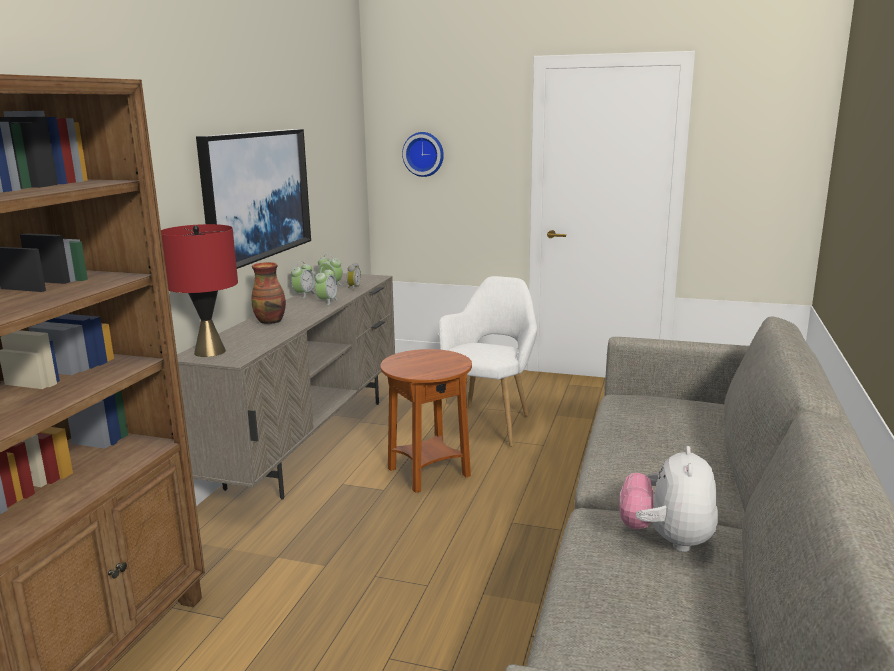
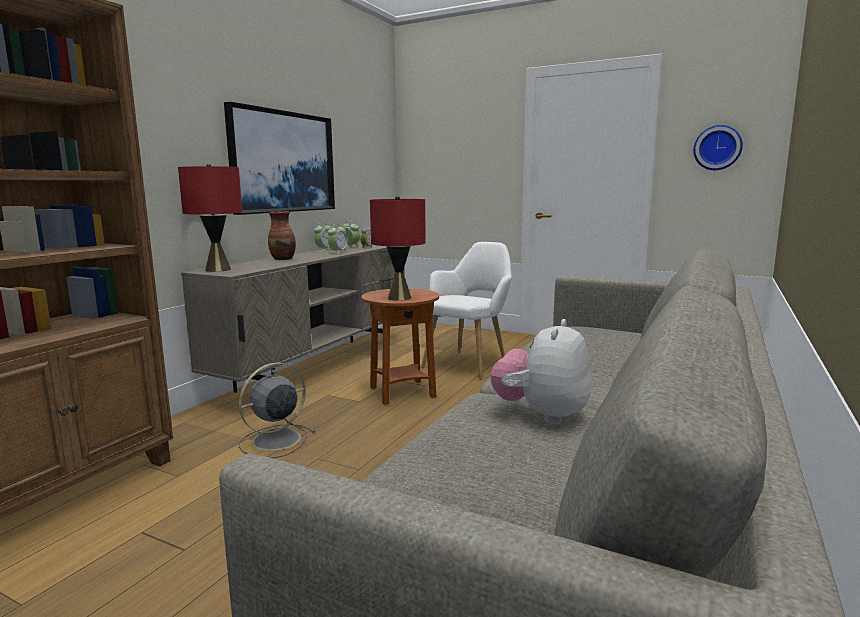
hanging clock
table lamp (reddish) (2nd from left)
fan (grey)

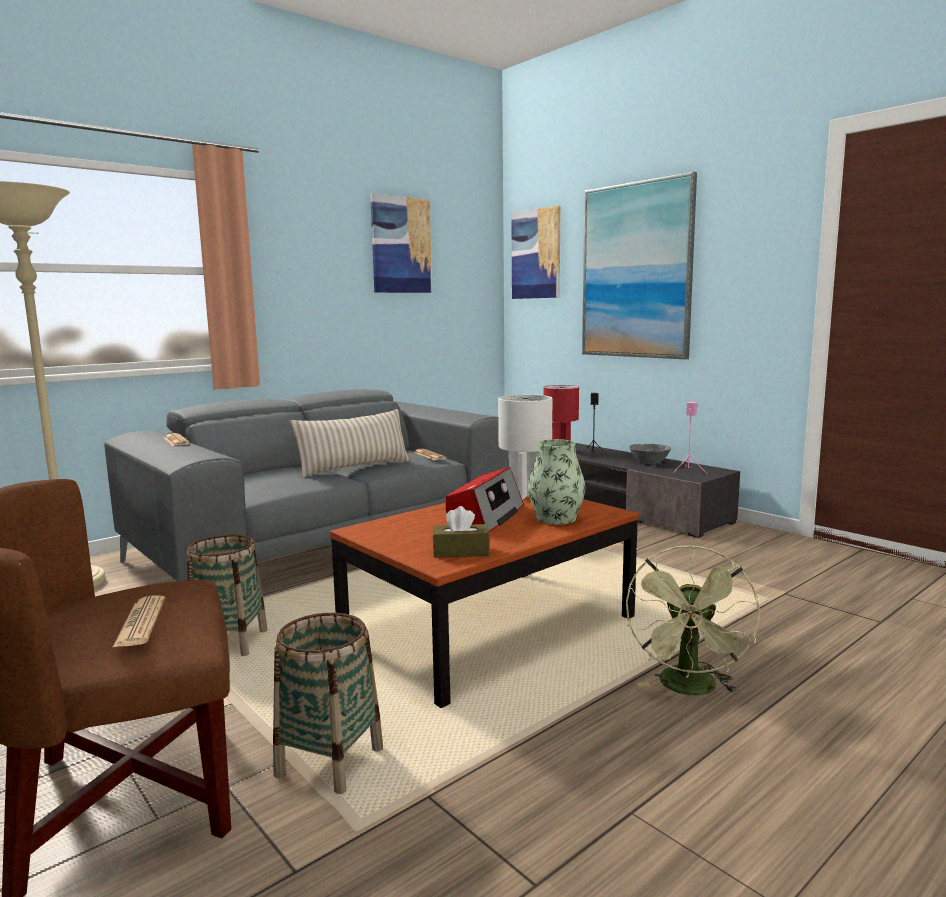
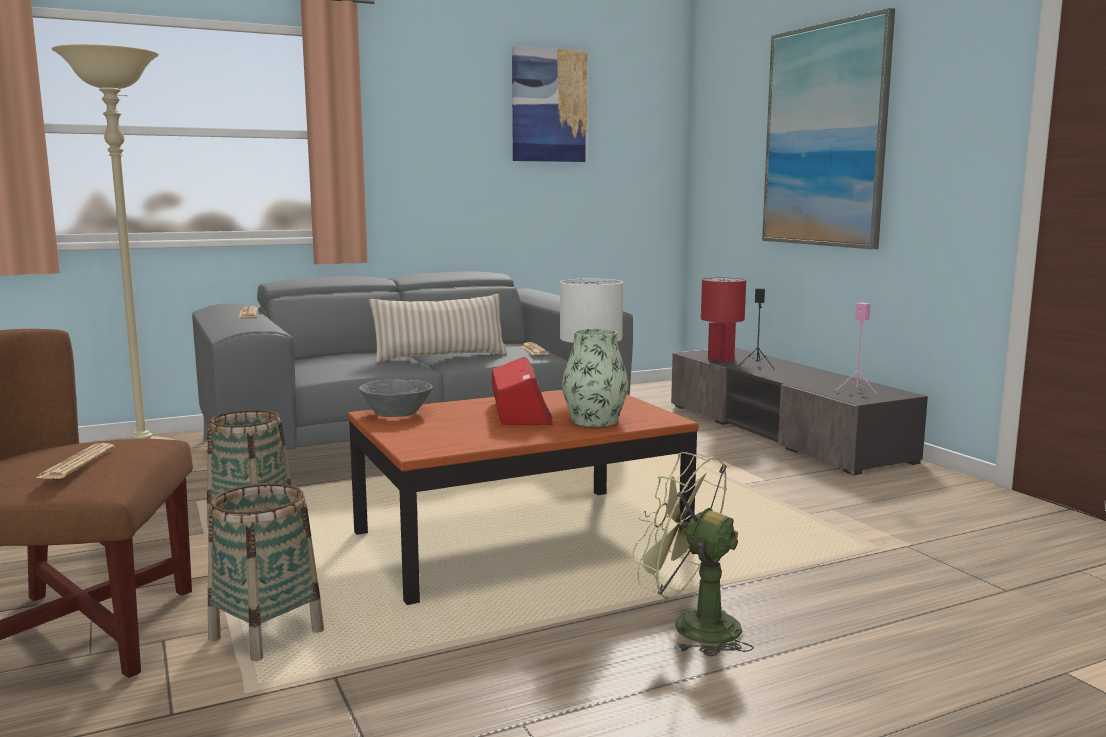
picture (2nd from left in the first image)
bowl (grey)
radio receiver
tissue box (brown-coloured)
fan (green-coloured)

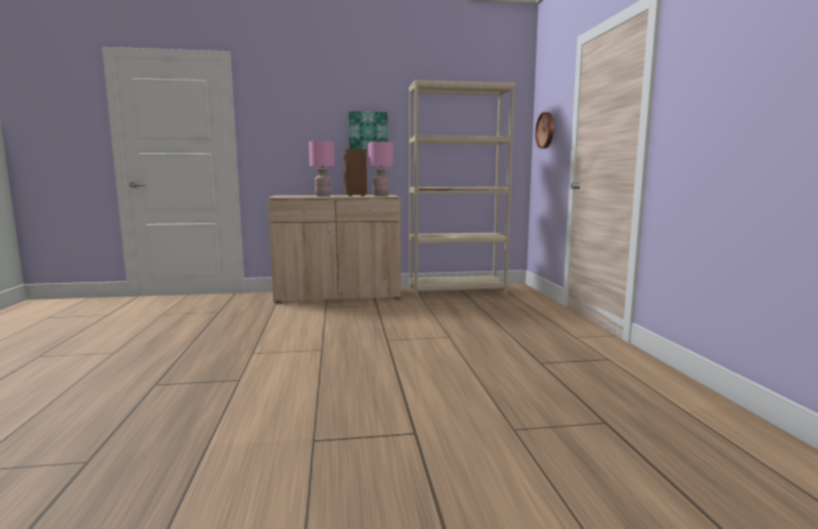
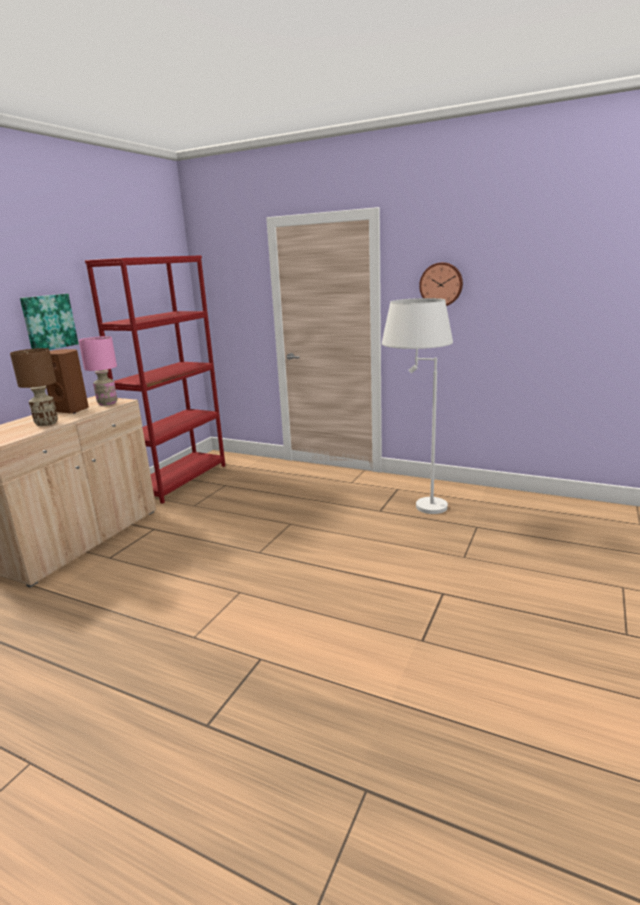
bookcase (reddish)
hanging clock
table lamp (brown-coloured)
standing lamp (white)

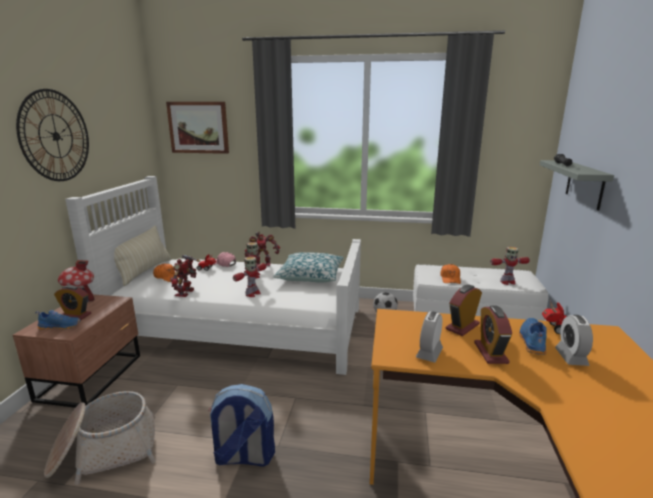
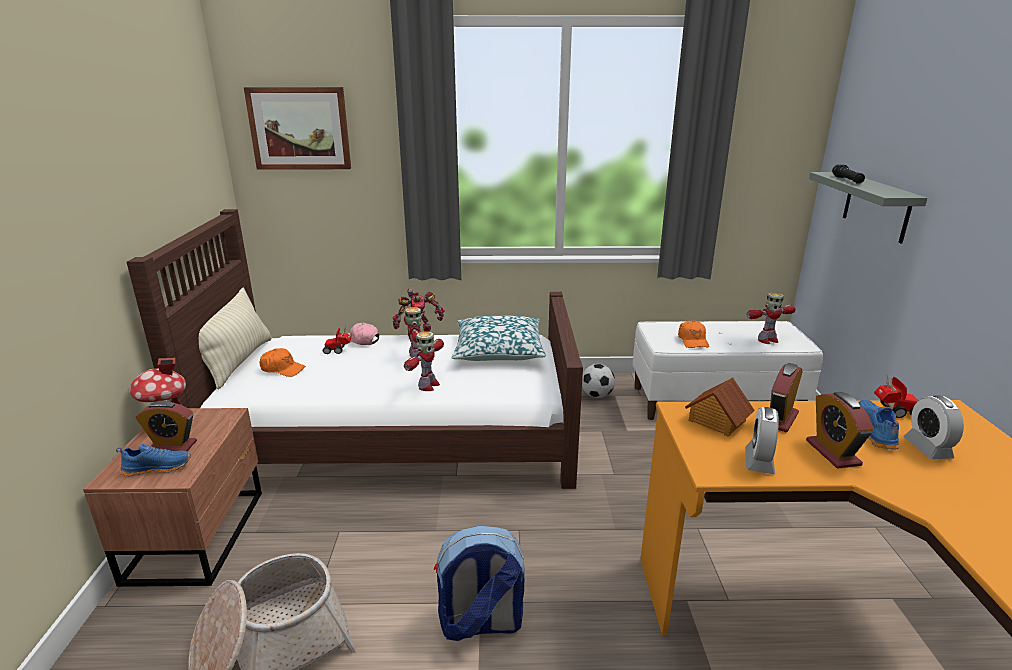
hanging clock
sleeping bed (brown-coloured)
model robot (1st from left in the first image)
model house (2nd from left)

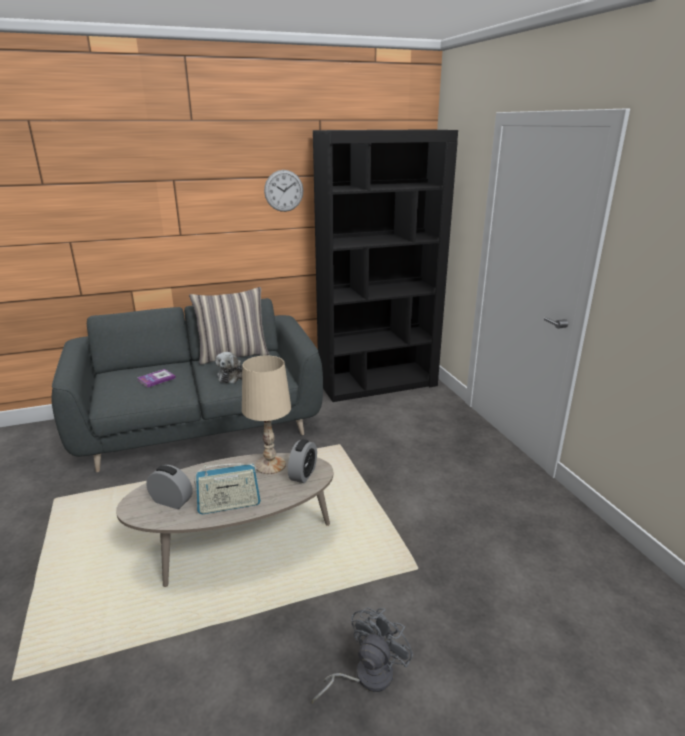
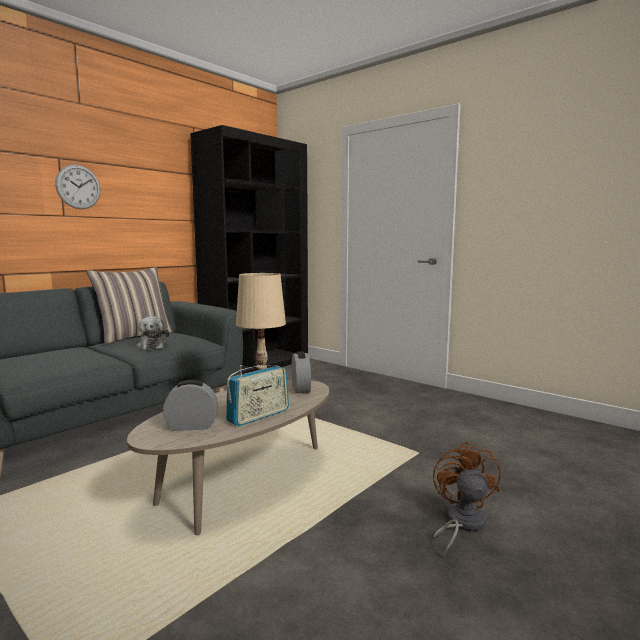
hanging clock
volume
fan (brown-coloured)

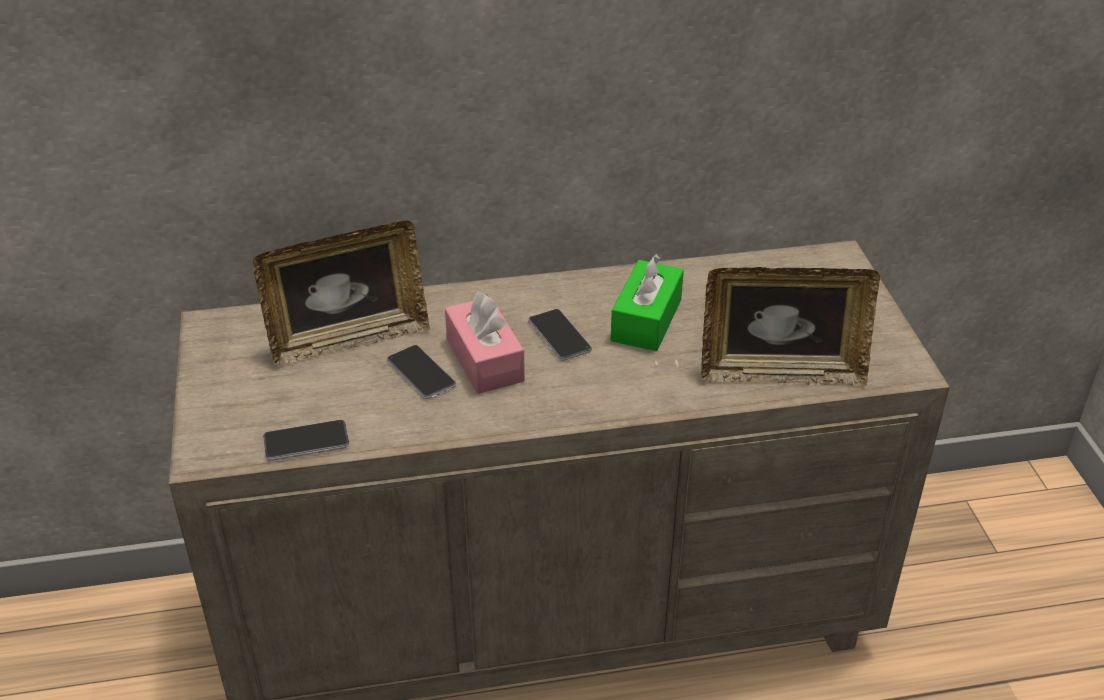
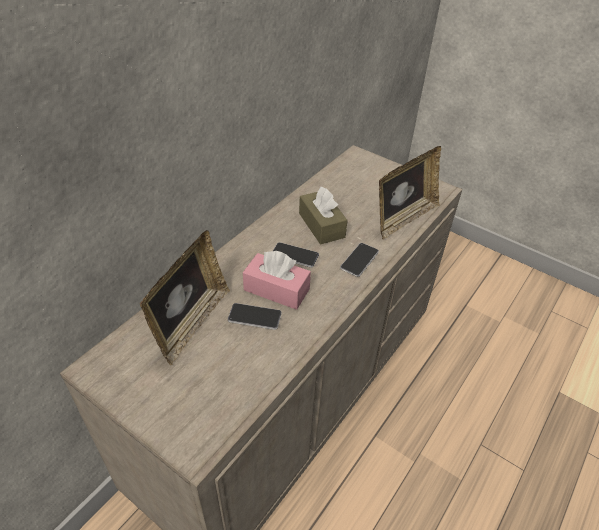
tissue box (brown-coloured)
handset (3rd from left)

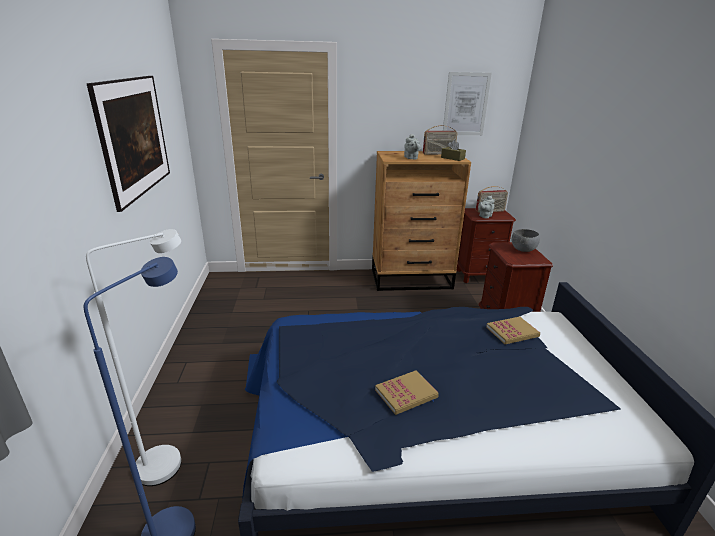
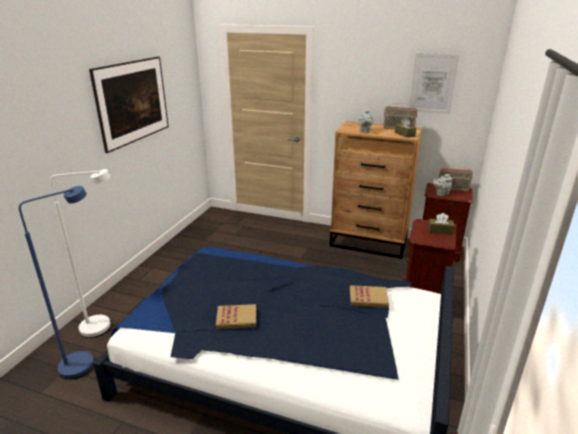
tissue box (brown-coloured) (2nd from left)

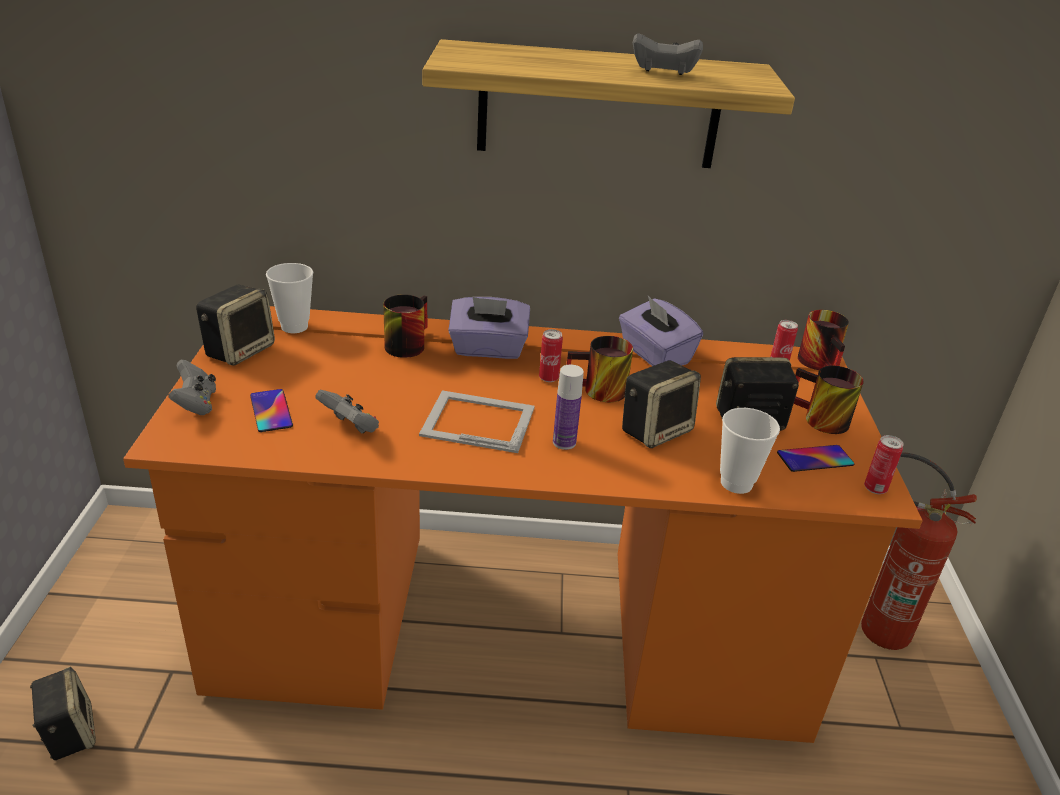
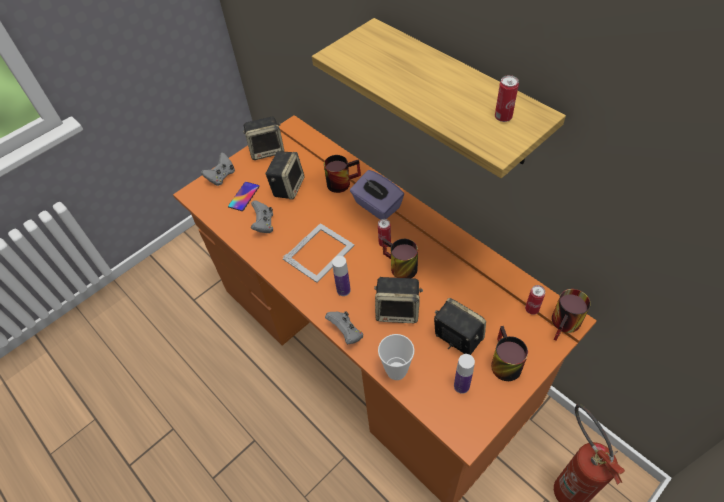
gamepad (grey) (3rd from left)
cup (1st from left in the first image)
tissue box (purple-coloured) (2nd from left in the first image)
standing frame
metal can (2nd from left)
bottle (2nd from left)
loudspeaker (2nd from left)

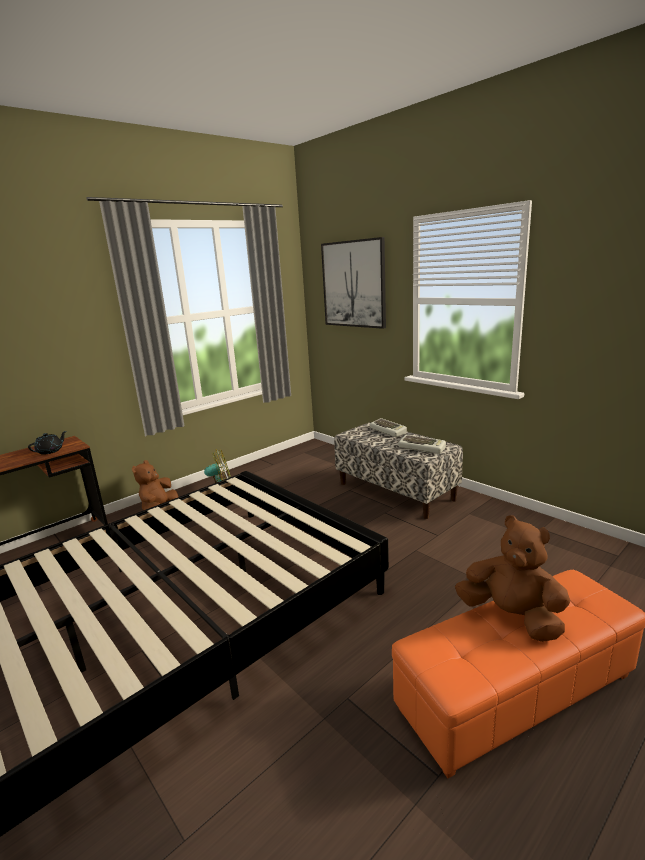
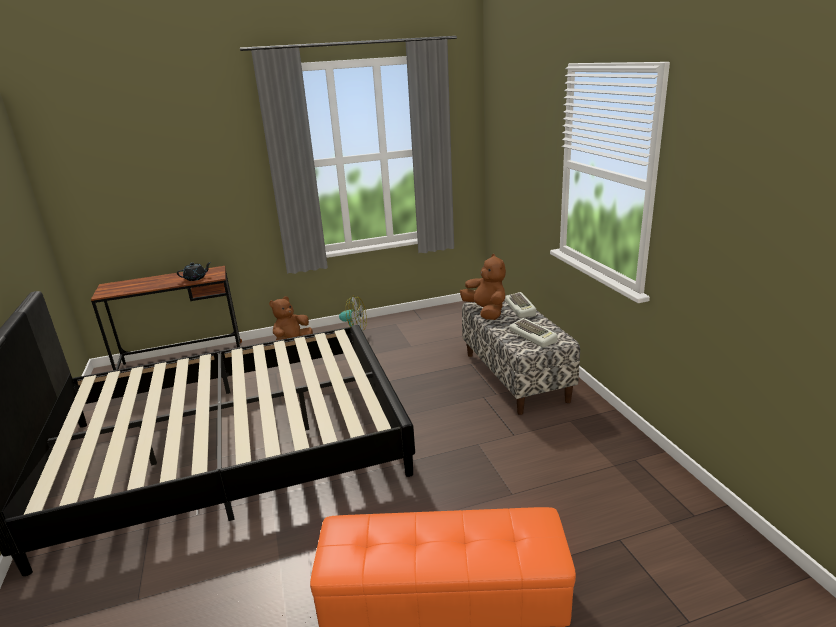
picture
cuddly toy (brown-coloured) (2nd from left)

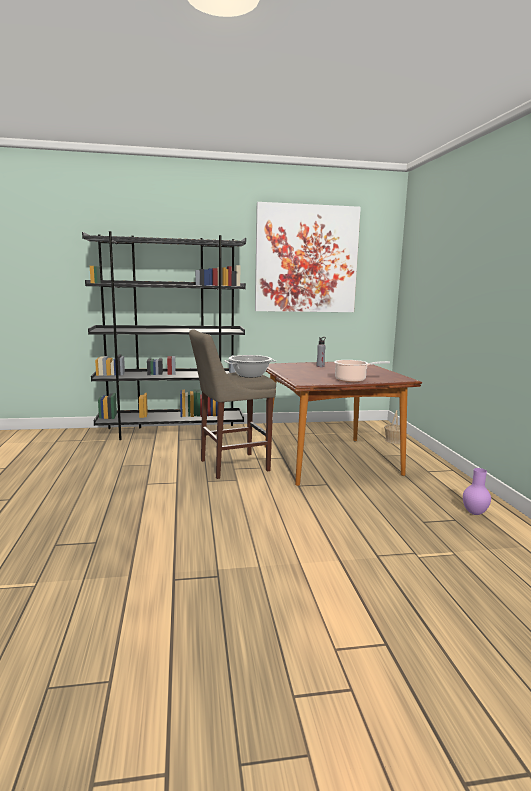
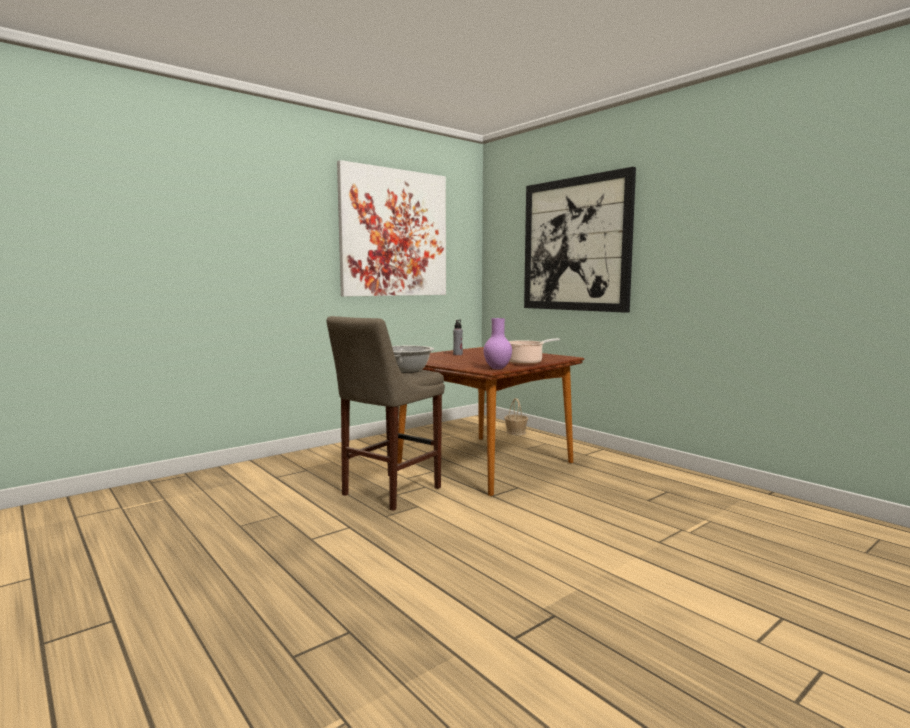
bookcase (blackish)
flower vase (purple-coloured)
picture (2nd from left)

